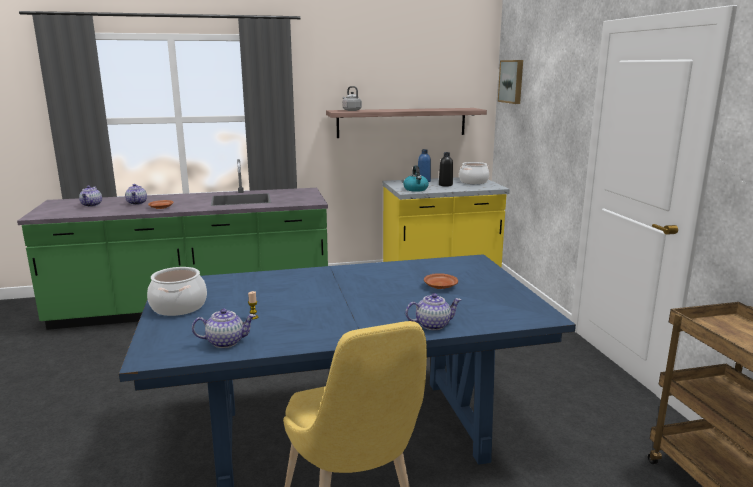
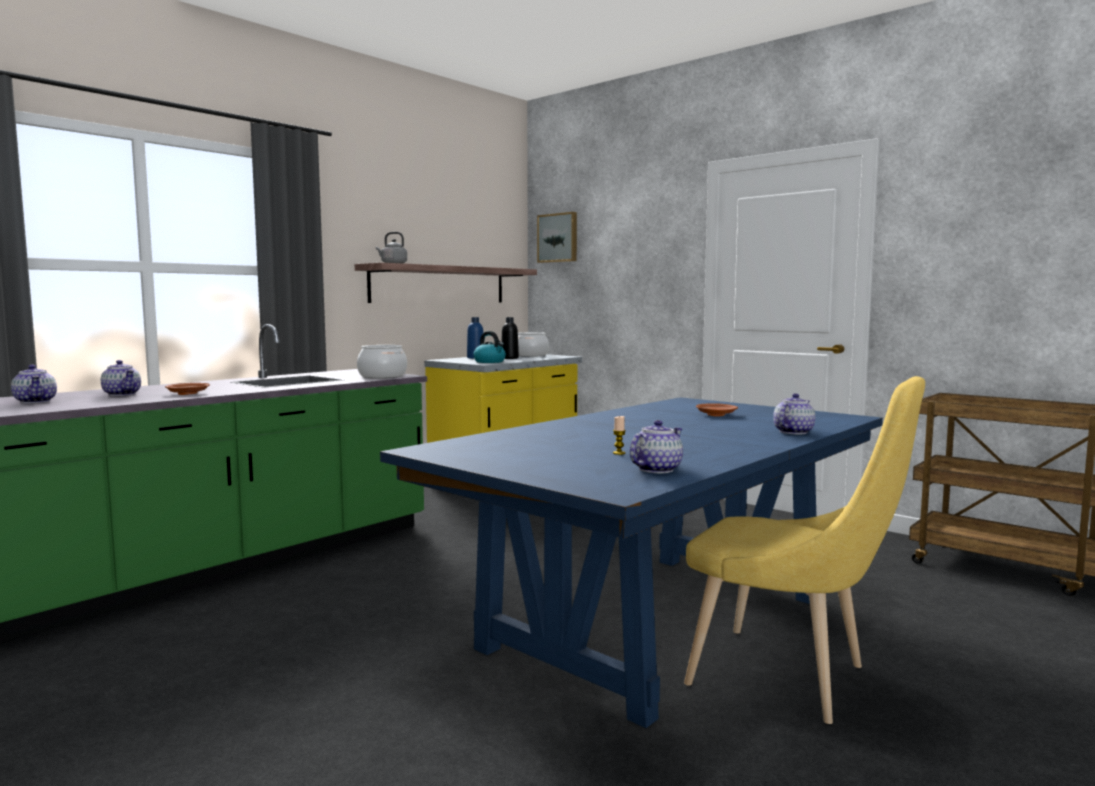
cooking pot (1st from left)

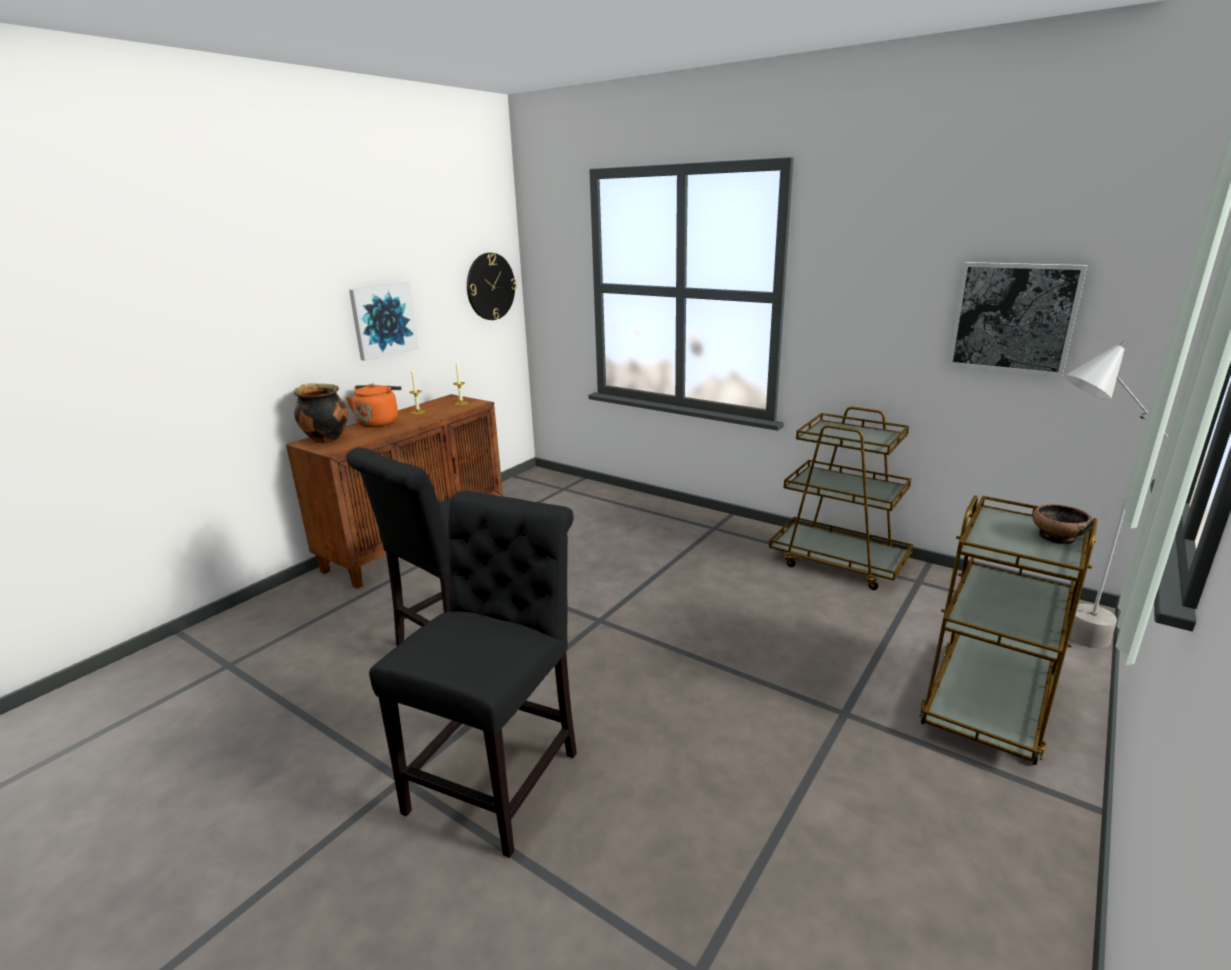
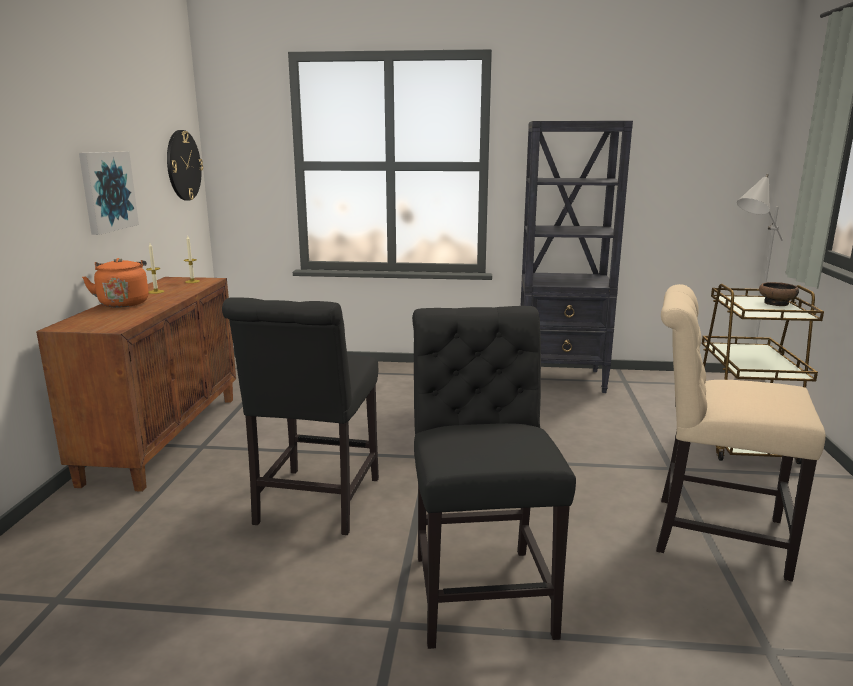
picture (2nd from left in the first image)
cooking pot
bookcase (blackish)
upright chair (beige-coloured)

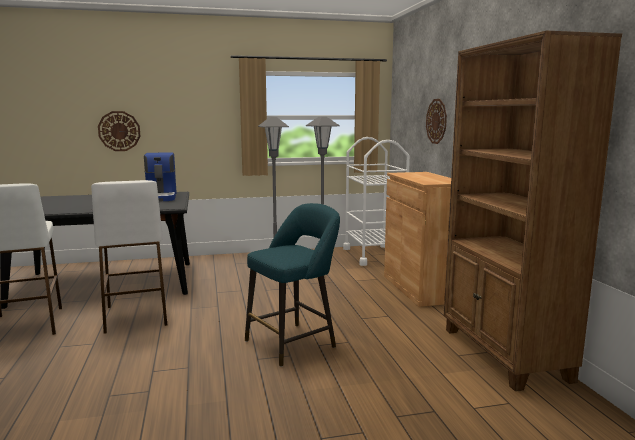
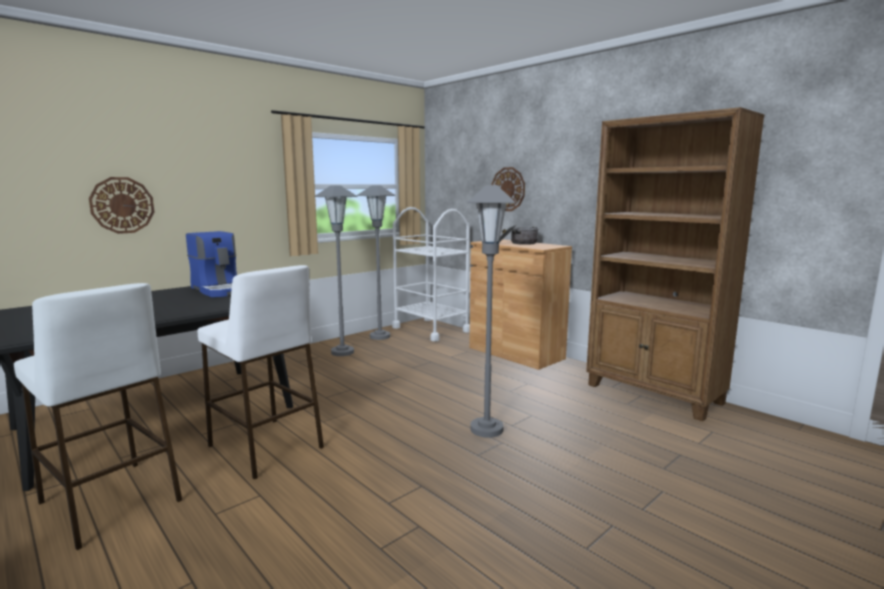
standing lamp (grey) (3rd from left)
cooking pot

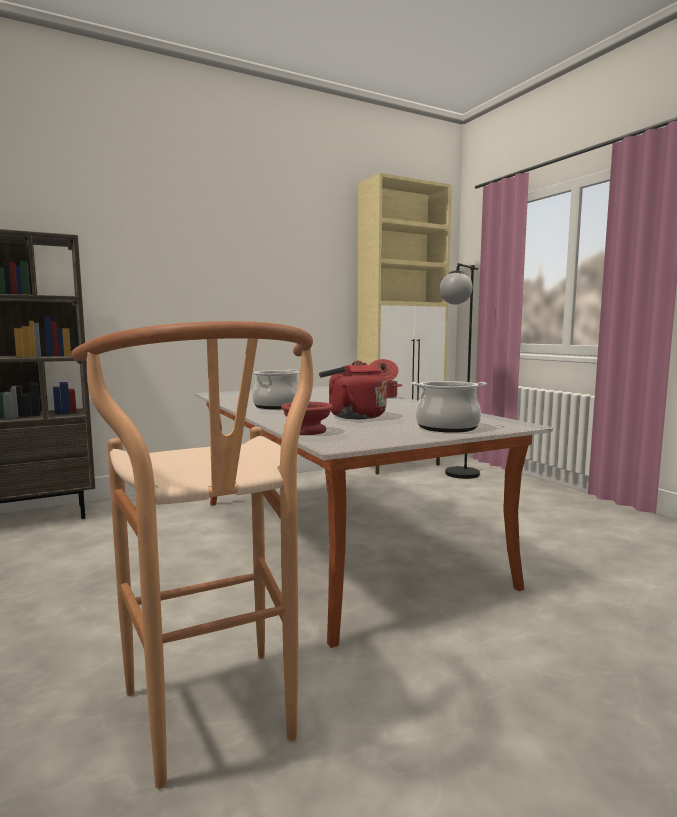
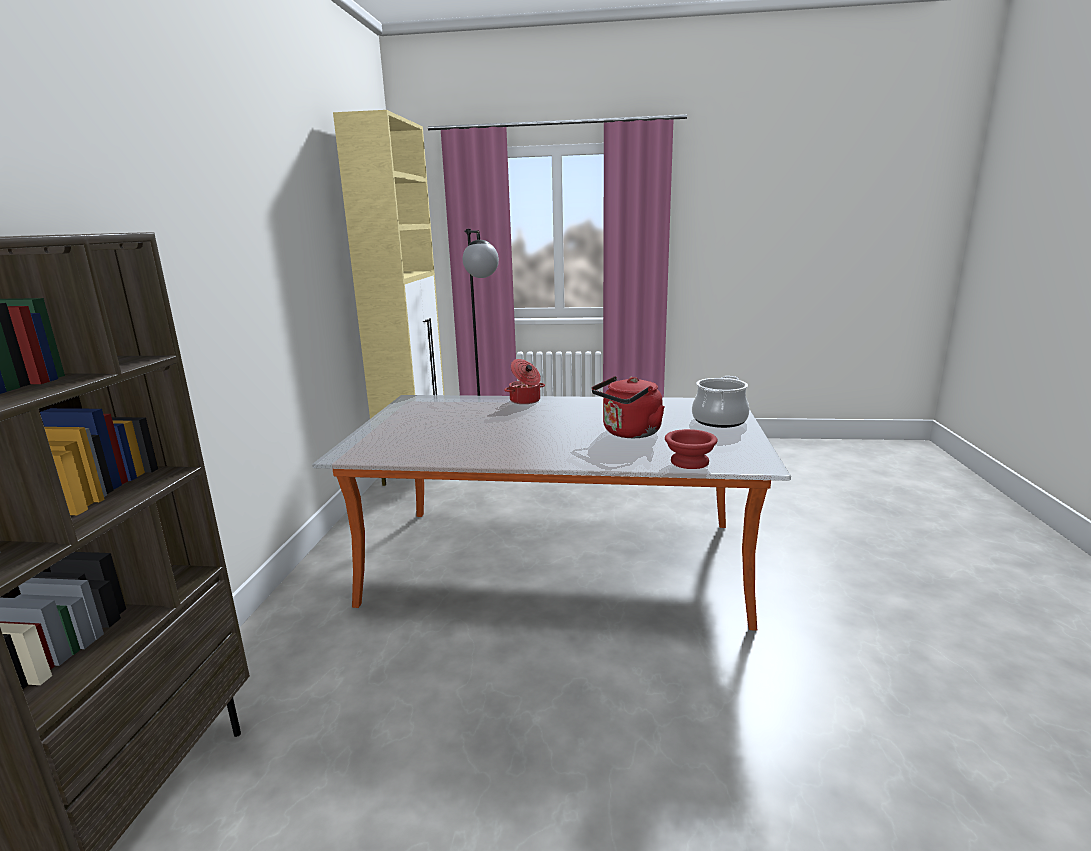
sitting stool (brown-coloured)
cooking pot (1st from left in the first image)

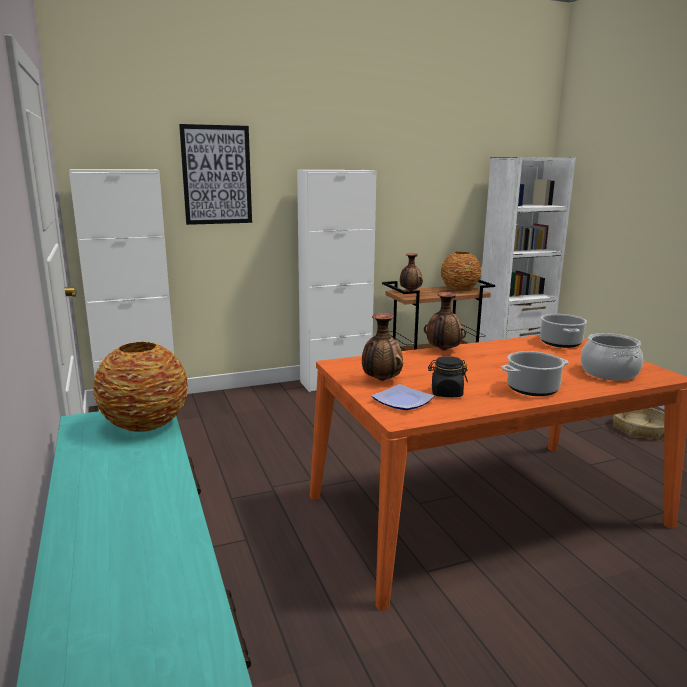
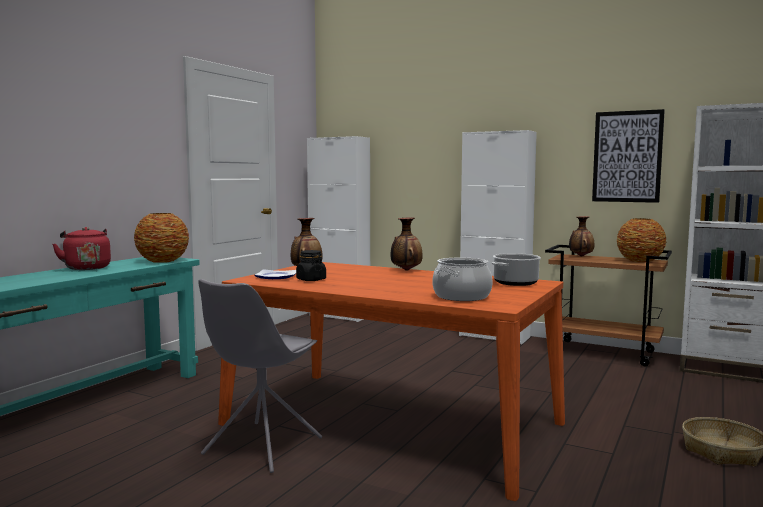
picture
cooking pot (1st from left in the first image)
kettle (reddish)
upright chair (grey)

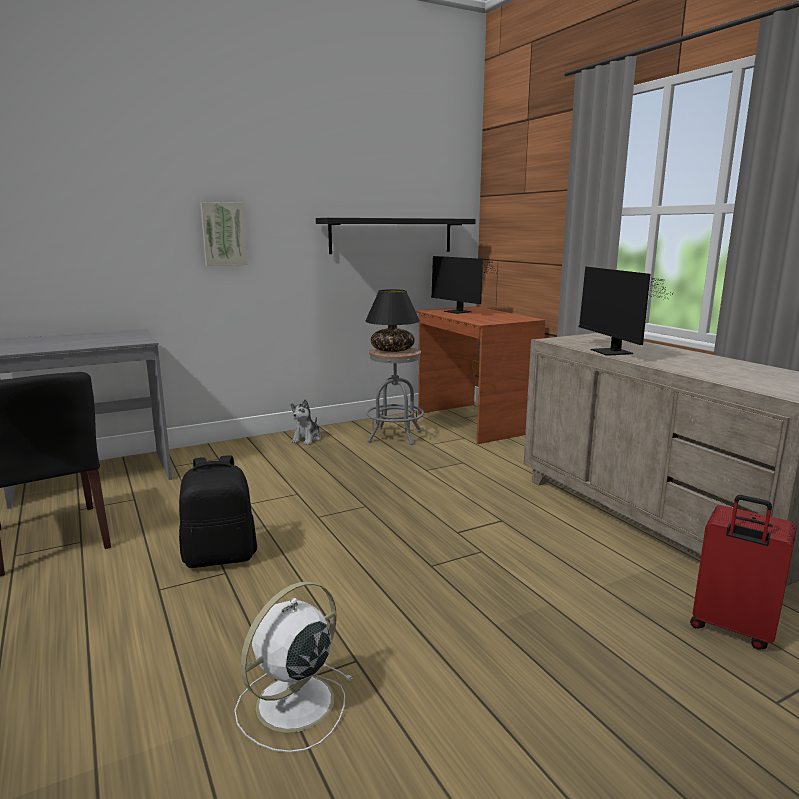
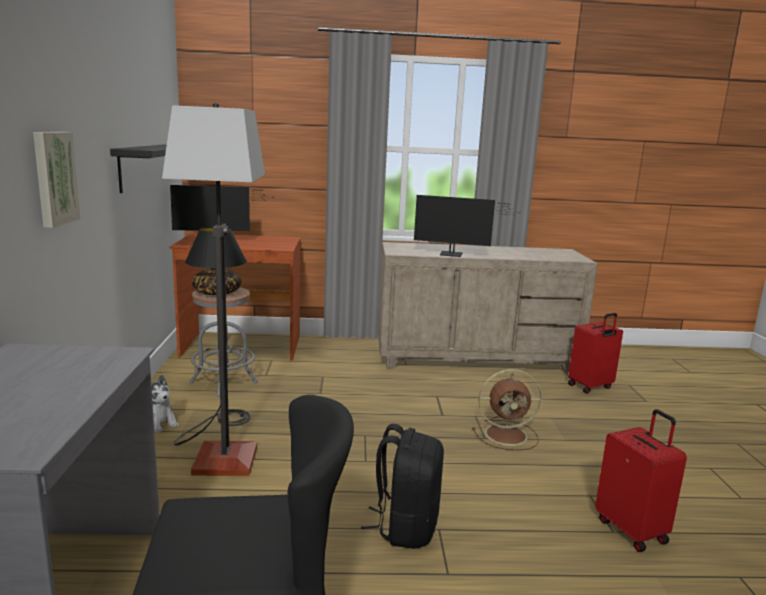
travel case (reddish) (2nd from left)
standing lamp
fan (brown-coloured)

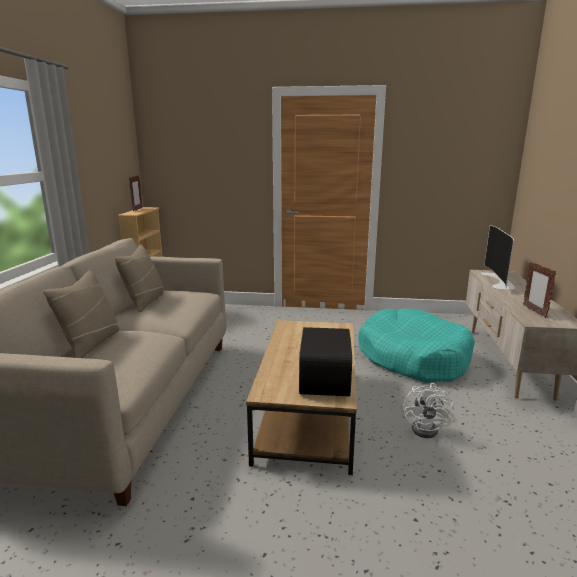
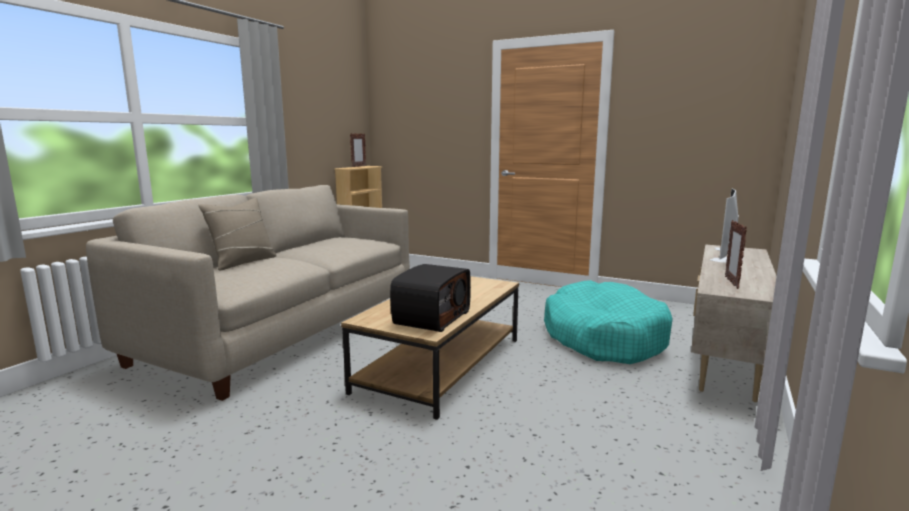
throw pillow (beige-coloured) (2nd from left in the first image)
fan (white)

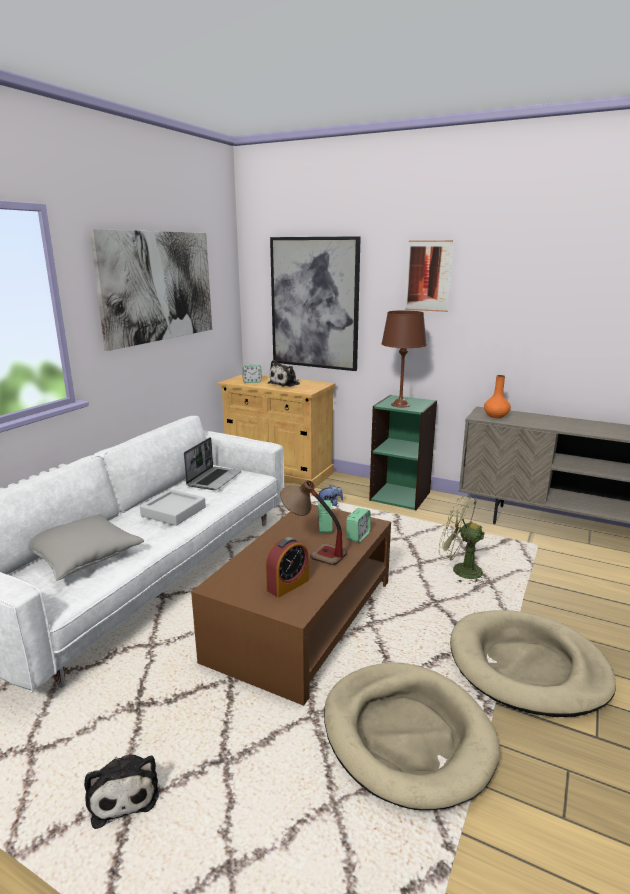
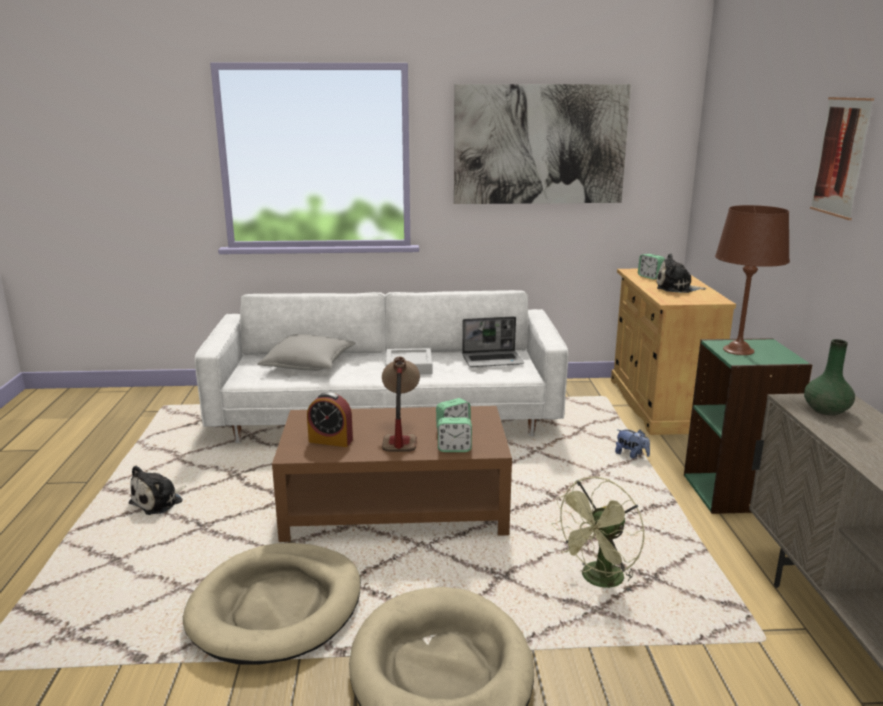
picture (2nd from left in the first image)
flower vase (green-coloured)
fan (green-coloured)

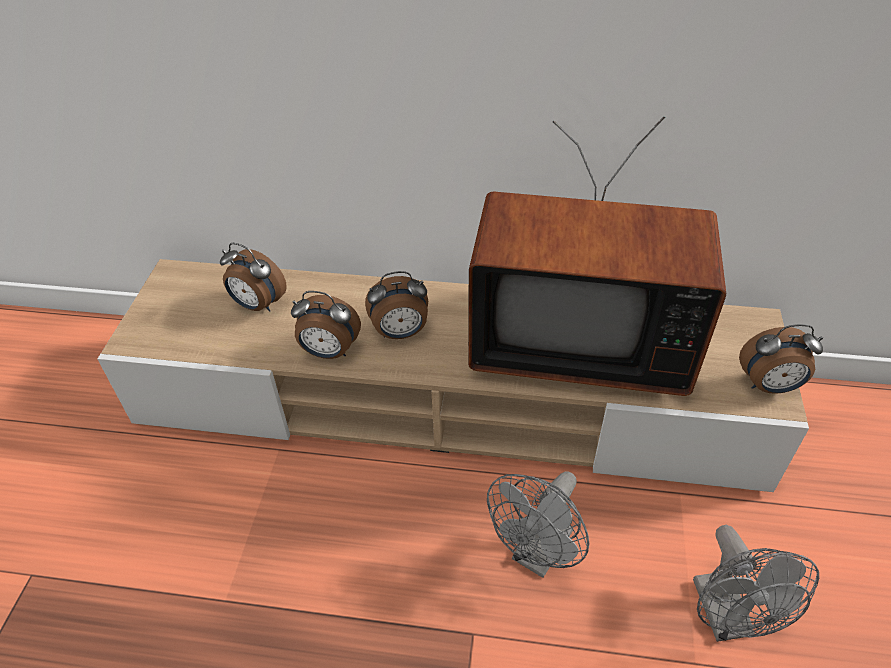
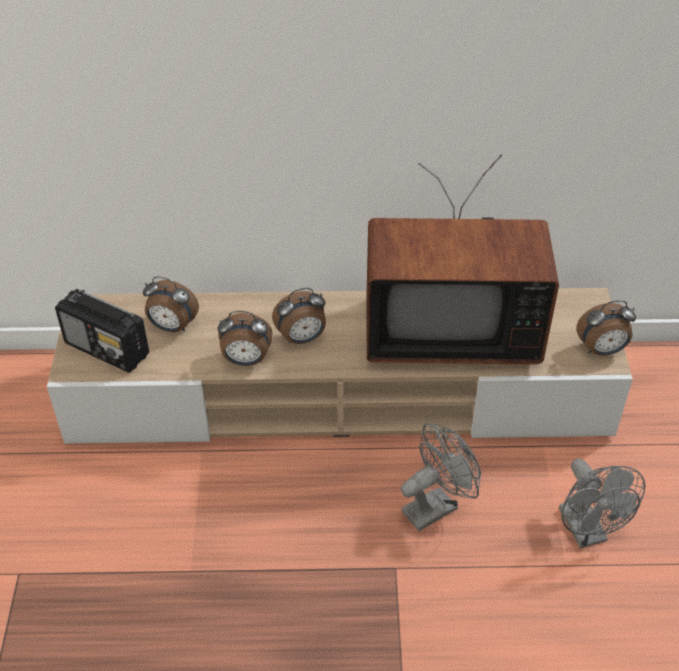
fan (grey) (1st from left)
radio receiver

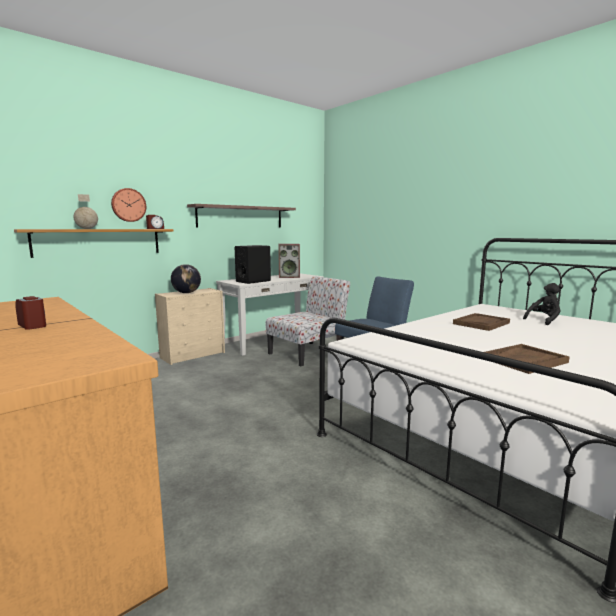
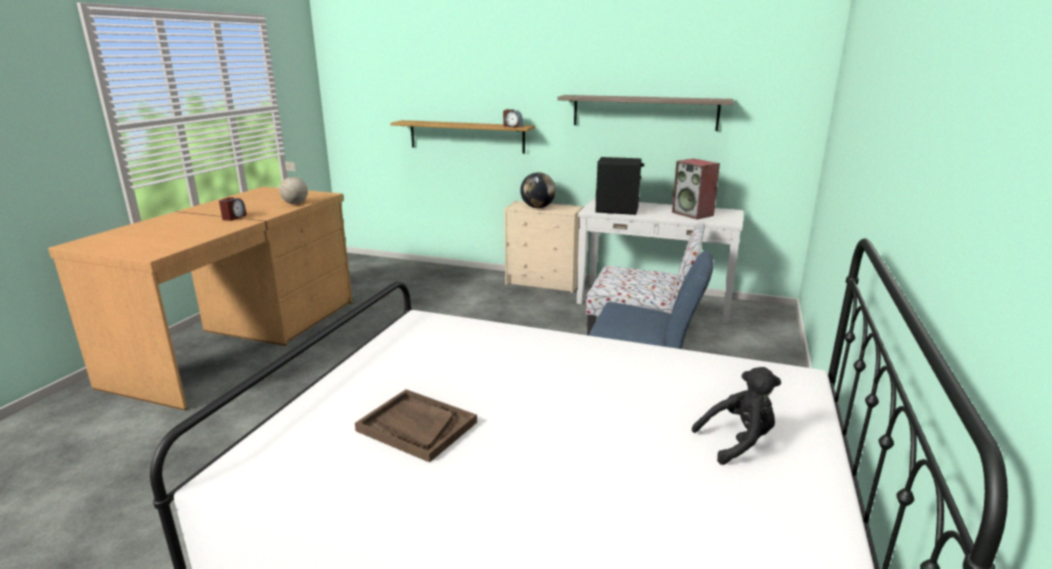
hanging clock
globe (1st from left)
cuddly toy (blackish)
carrying tray (brown-coloured) (1st from left in the first image)

